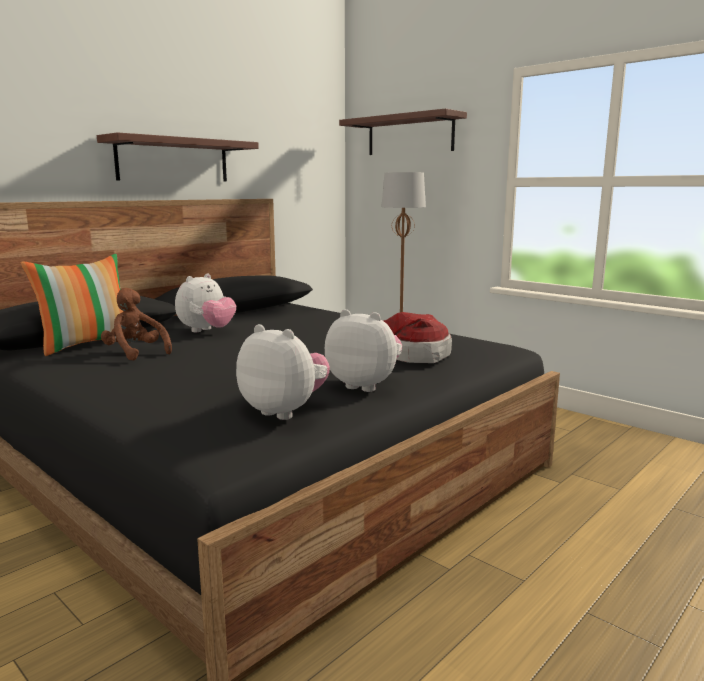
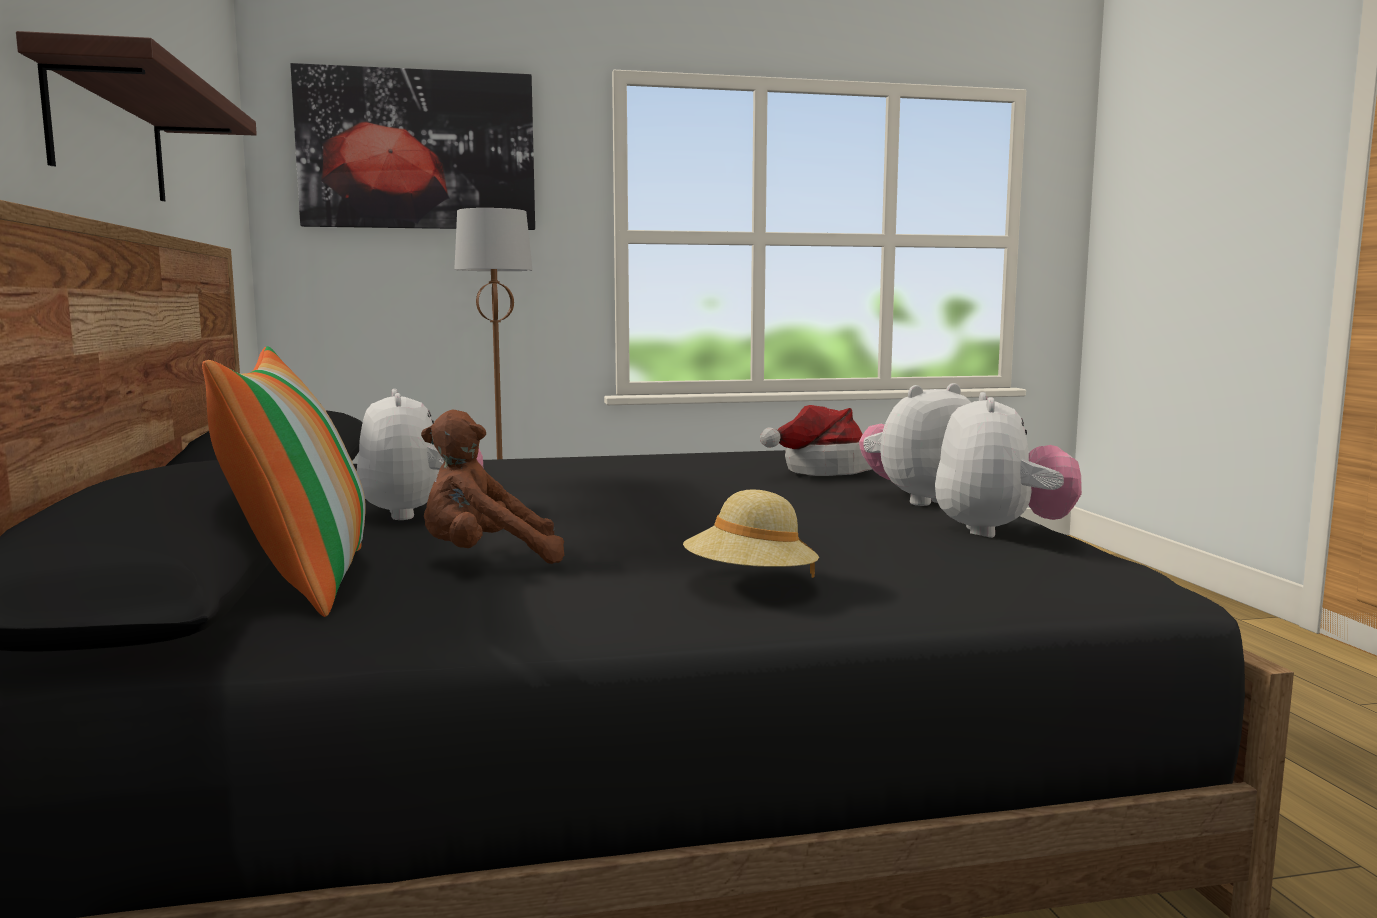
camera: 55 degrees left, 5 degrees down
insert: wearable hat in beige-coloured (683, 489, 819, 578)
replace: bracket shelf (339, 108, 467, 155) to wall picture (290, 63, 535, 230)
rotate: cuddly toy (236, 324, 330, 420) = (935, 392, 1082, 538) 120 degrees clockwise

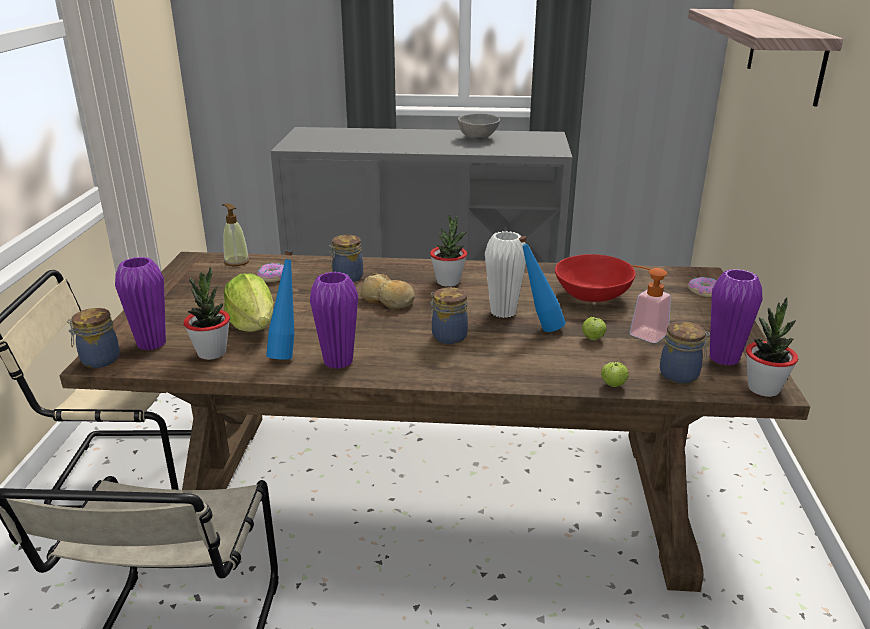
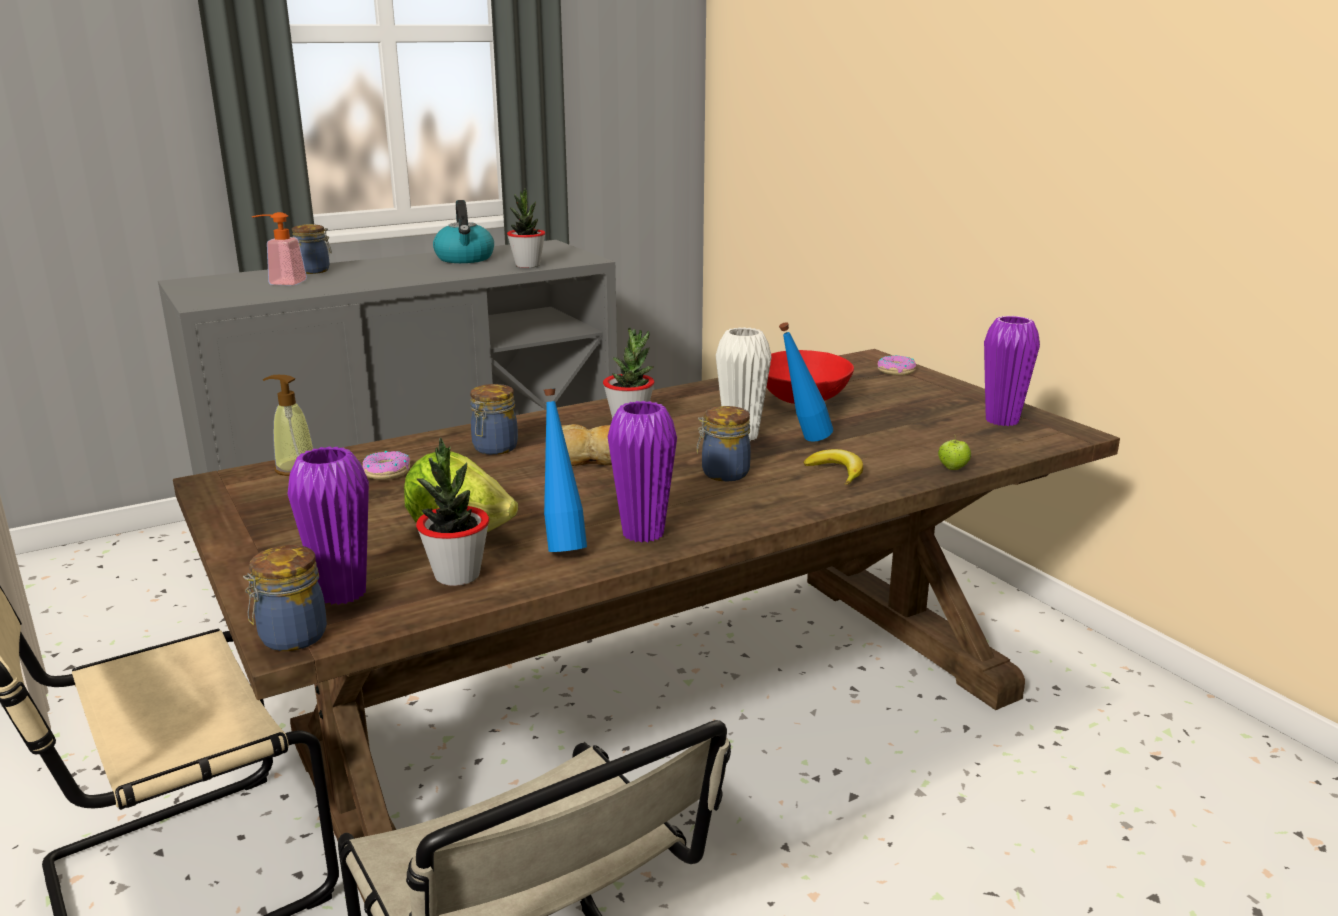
camera: 35 degrees left, 5 degrees down
delete: whole apple (582, 316, 607, 340); bracket shelf (688, 9, 843, 107)
insert: banana fruit (803, 449, 863, 485)
move: soap dispenser (630, 265, 671, 343) to (252, 212, 307, 286); preserve jar (660, 321, 710, 384) to (292, 224, 332, 274); plant in a pot (746, 297, 798, 397) to (507, 188, 545, 268)
replace: serving bowl in greyish (457, 114, 500, 140) to tea kettle (433, 200, 494, 263)

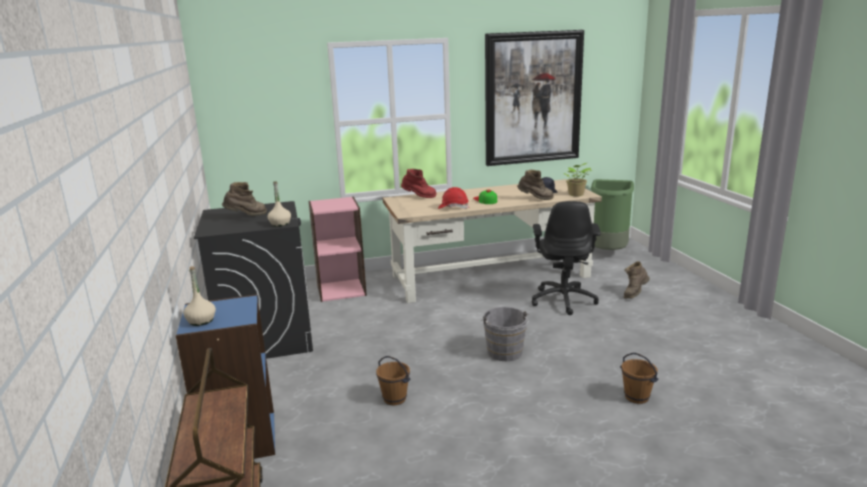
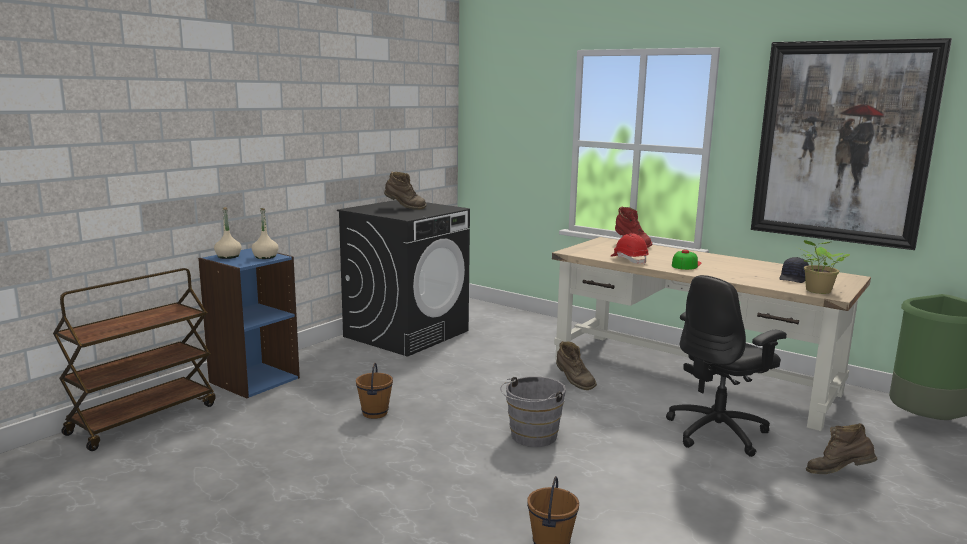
camera: 50 degrees right, 5 degrees down
delete: shelving unit in pink-coloured (309, 197, 367, 302)
move: beverage bottle in beige-coloured (268, 182, 291, 226) to (252, 208, 279, 259); tall boot in brown-coloured (517, 170, 554, 200) to (556, 341, 597, 390)

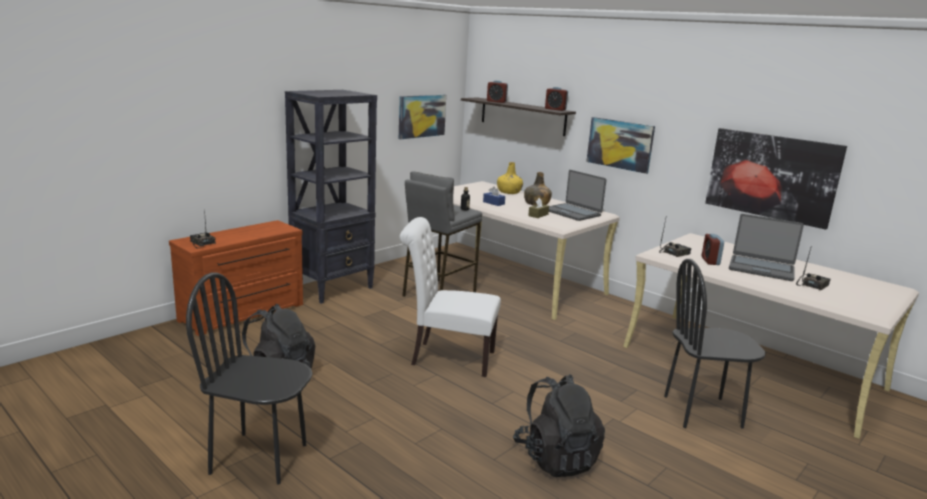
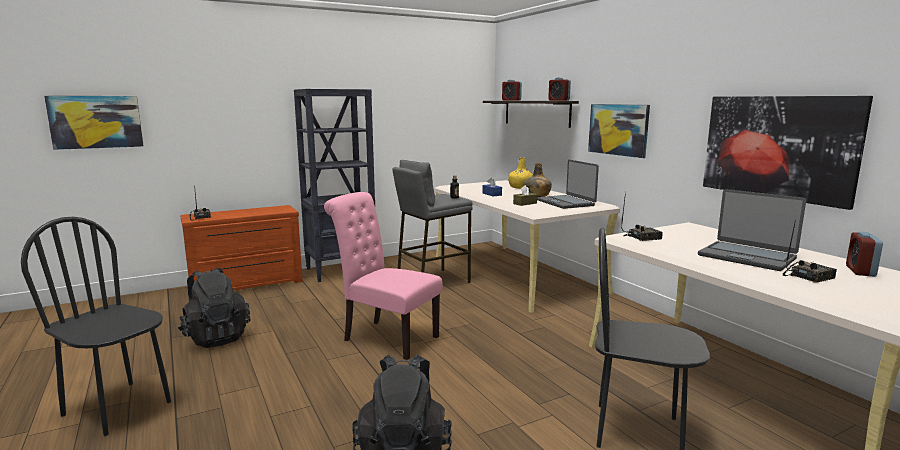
camera: 20 degrees right, 5 degrees down
move: wall picture (399, 95, 446, 139) to (44, 96, 144, 150); bedside clock (702, 234, 724, 265) to (846, 232, 883, 277)
recolor: upright chair in white (400, 217, 501, 377) to upright chair in pink-coloured (324, 192, 443, 360)

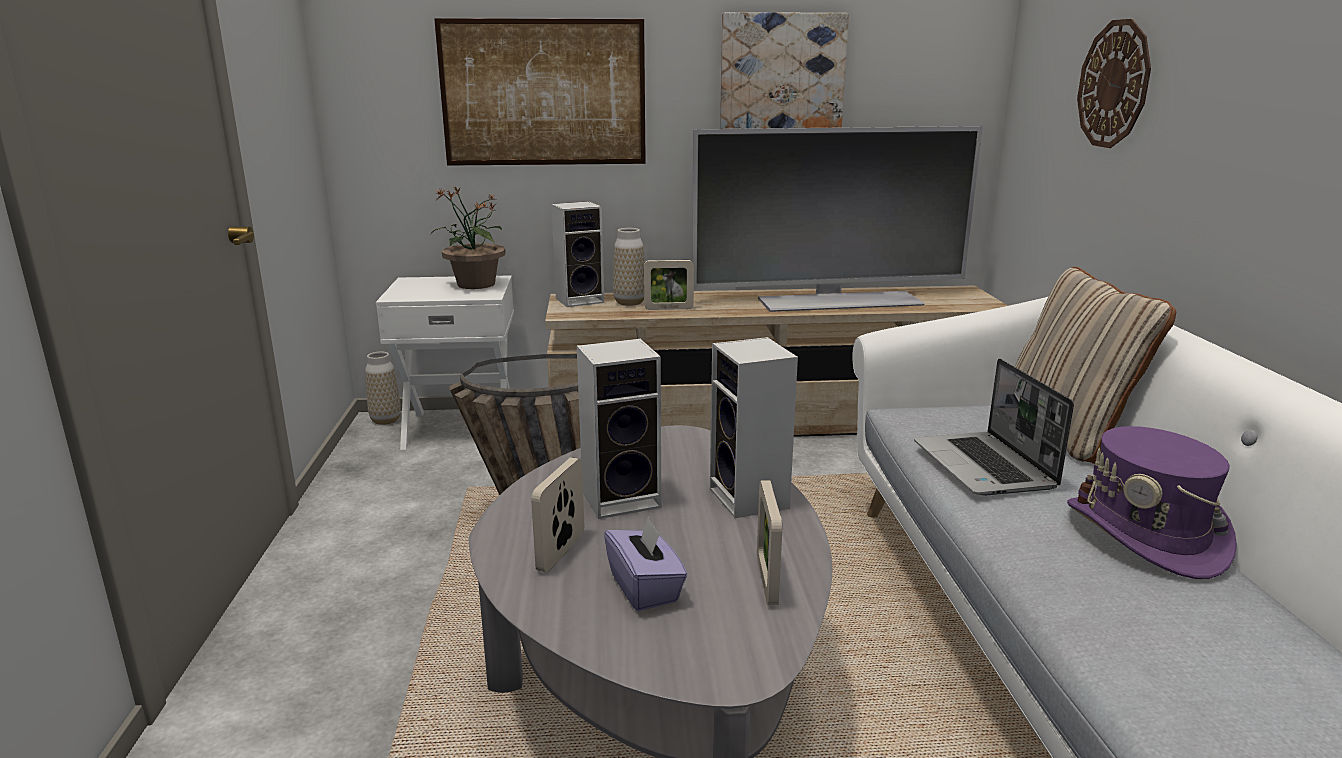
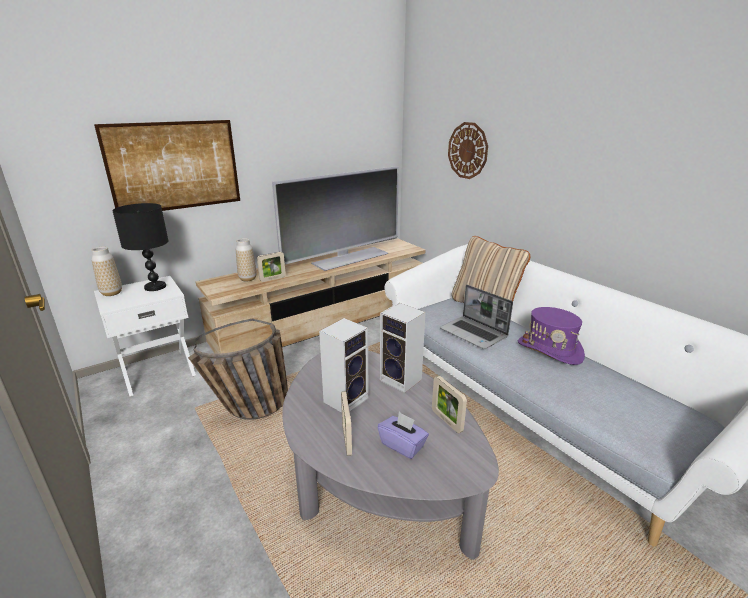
camera: 30 degrees left, 5 degrees up
delete: speaker (551, 201, 604, 307); wall picture (720, 12, 849, 129)
move: vase (365, 352, 401, 425) to (91, 247, 122, 296)
replace: plant in a pot (431, 186, 506, 289) to table lamp in blackish (112, 203, 169, 291)

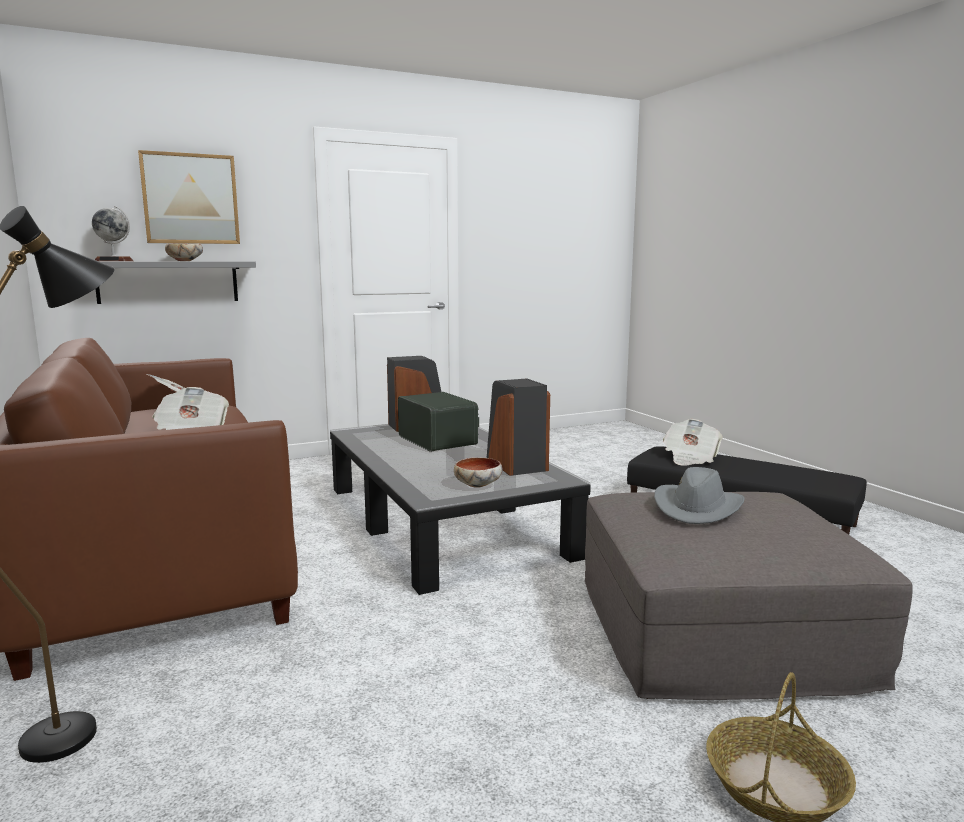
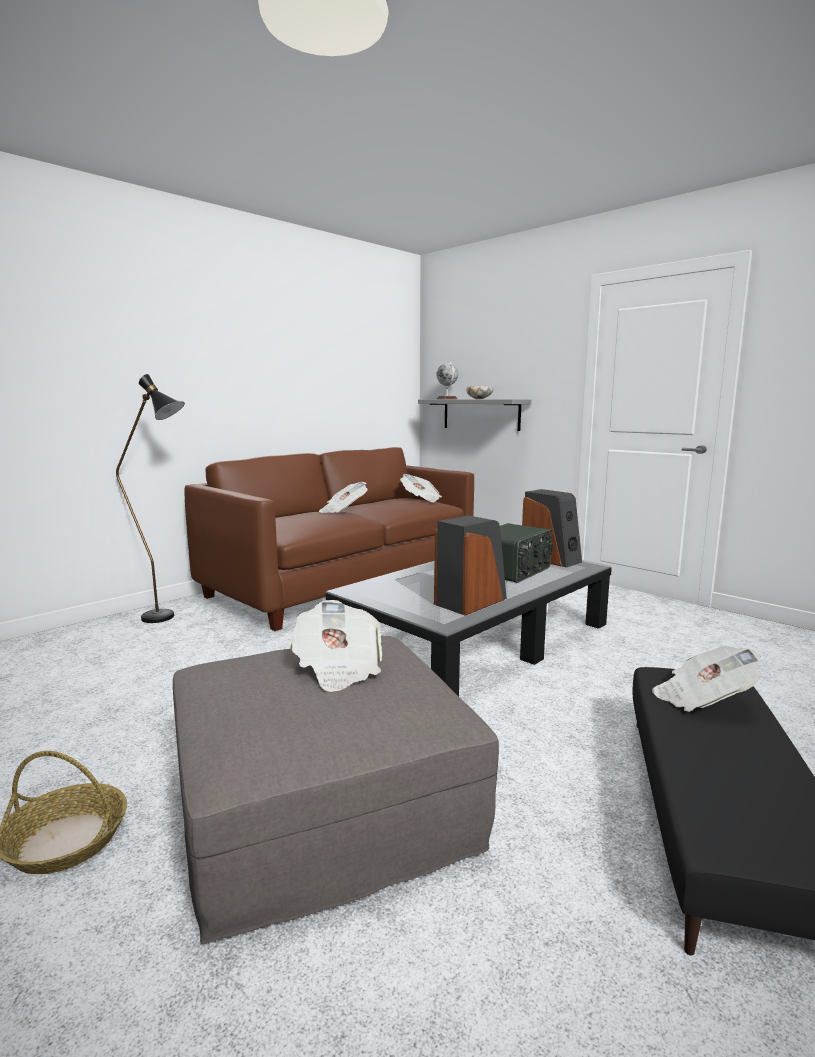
camera: 70 degrees right, 0 degrees up
delete: wall picture (138, 150, 240, 244); serving bowl (454, 457, 503, 488)
replace: wearable hat in greyish (654, 467, 745, 524) to daily paper (290, 600, 382, 692)

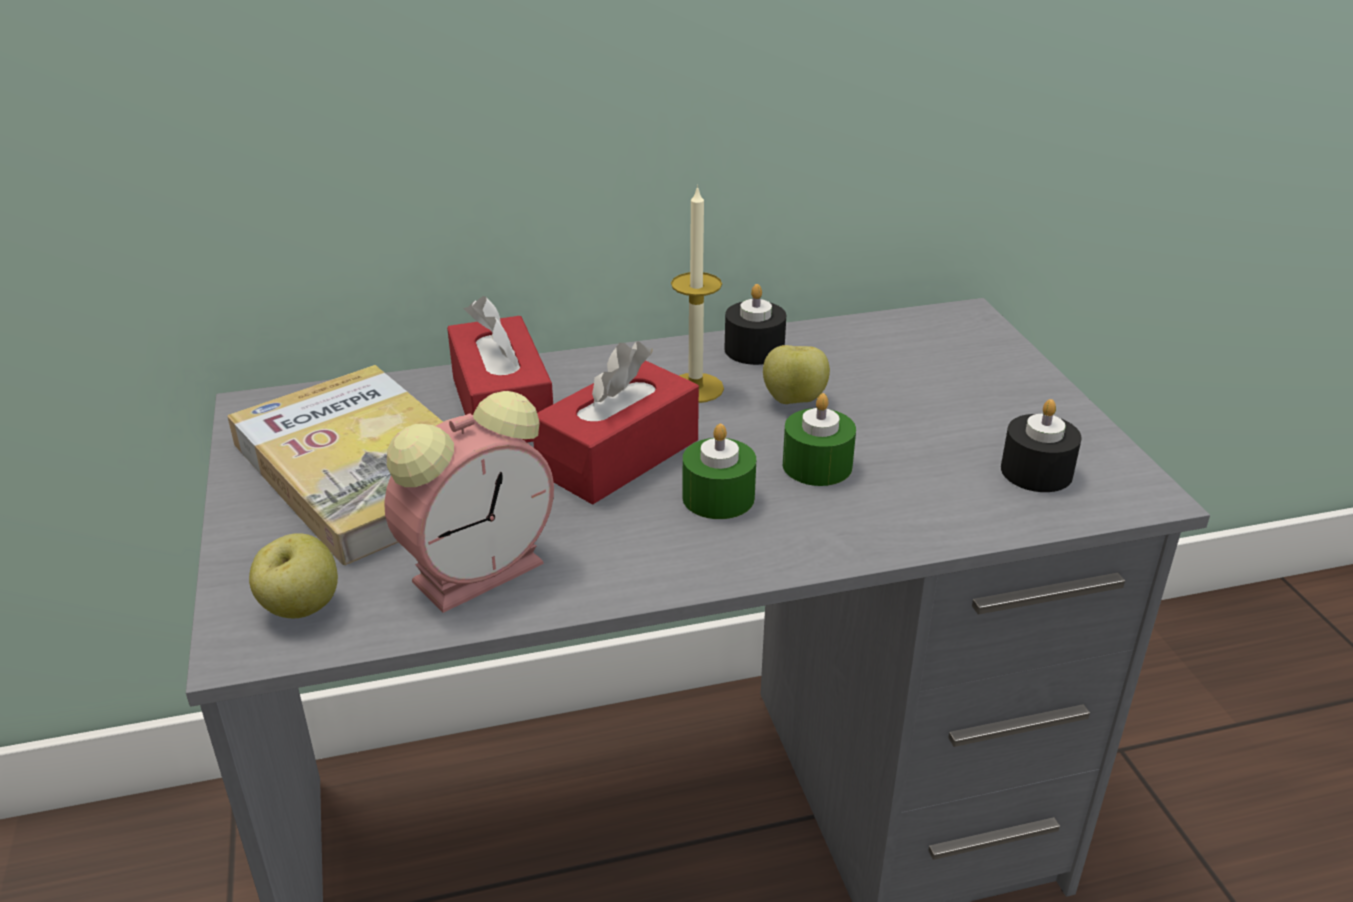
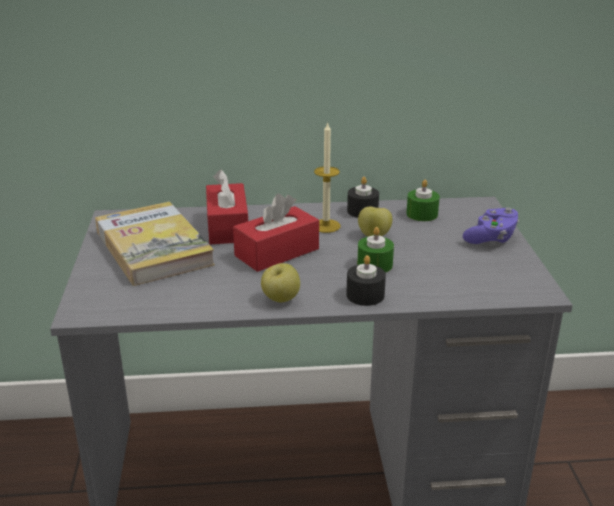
camera: 10 degrees right, 5 degrees down
delete: bedside clock (384, 391, 554, 613)
insert: joypad in purplish (463, 207, 519, 244)
move: whole apple (249, 533, 338, 618) to (261, 263, 300, 302); candle in blackish (1001, 399, 1082, 492) to (346, 255, 386, 306); candle in green-coloured (683, 424, 756, 519) to (406, 180, 440, 221)

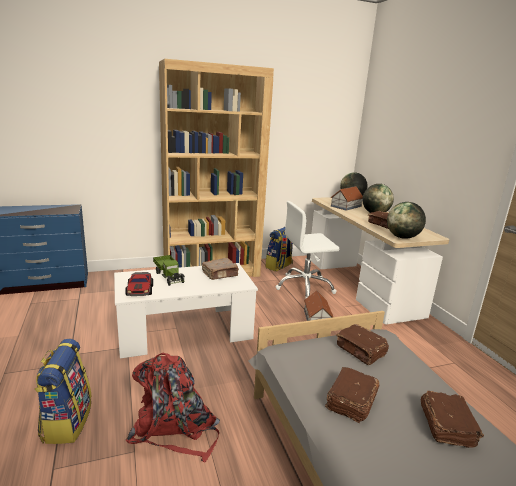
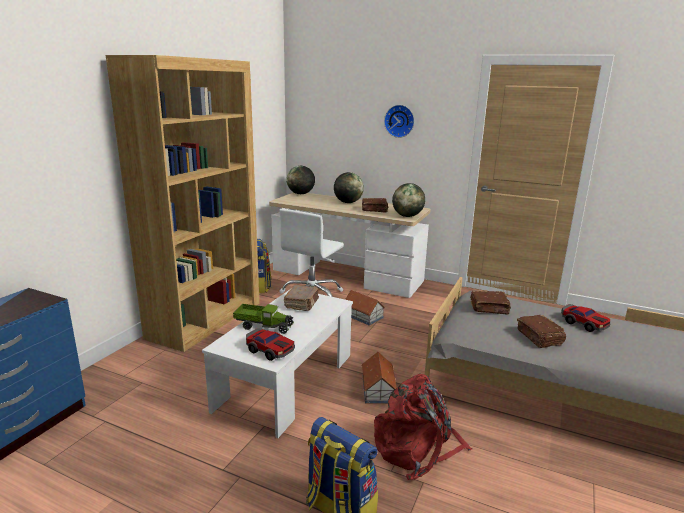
camera: 45 degrees left, 0 degrees up
insert: clock on the wall (384, 105, 414, 138)
move: model house (331, 186, 363, 211) to (361, 352, 397, 404)
replace: bound book in brown-coloured (420, 391, 484, 448) to toy car (561, 304, 610, 332)

